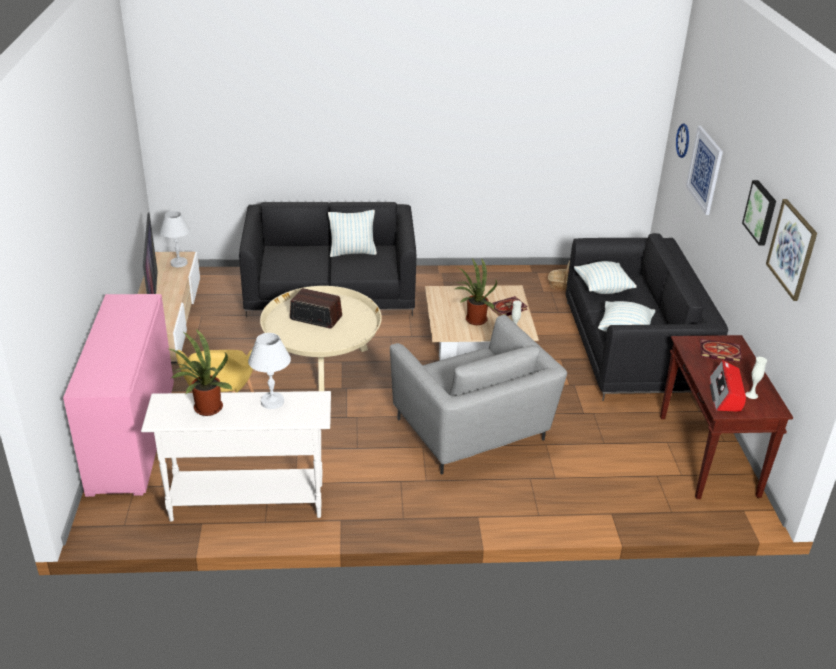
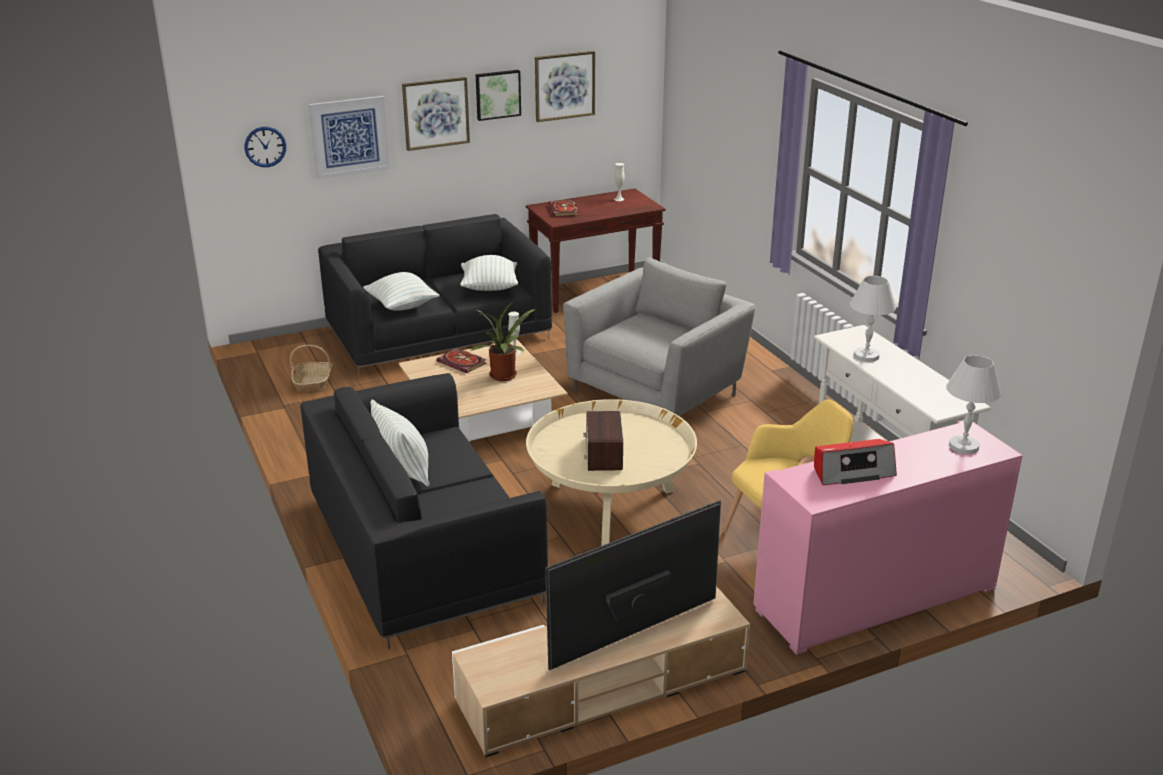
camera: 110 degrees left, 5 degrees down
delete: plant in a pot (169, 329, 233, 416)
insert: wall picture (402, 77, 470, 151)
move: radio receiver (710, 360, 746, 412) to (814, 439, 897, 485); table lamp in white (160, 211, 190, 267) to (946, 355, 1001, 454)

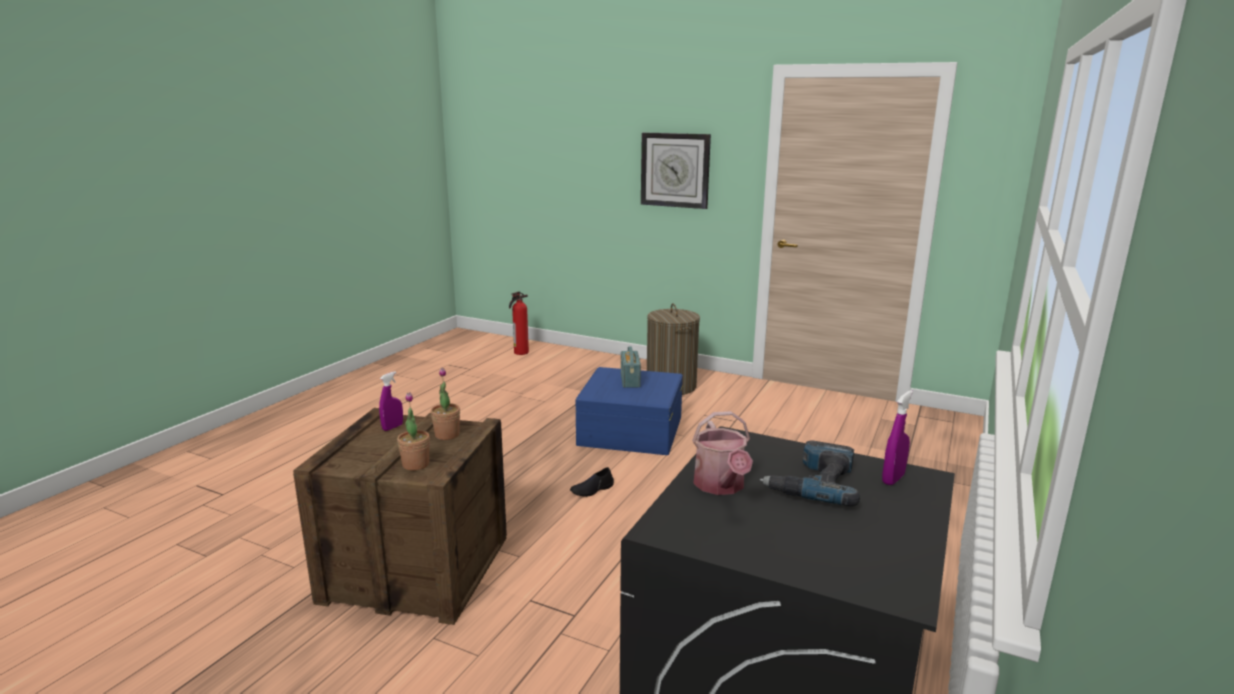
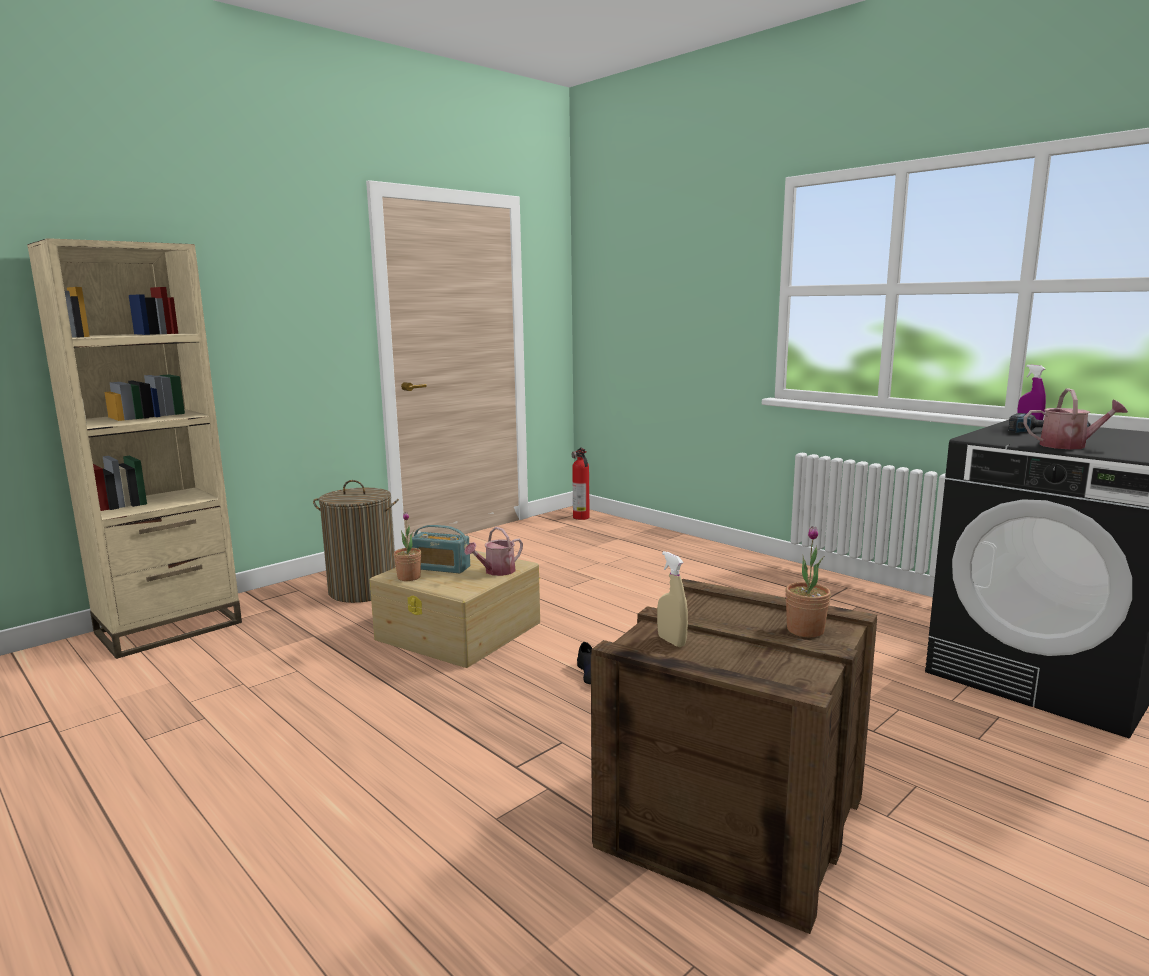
camera: 70 degrees left, 5 degrees down
delete: clock on the wall (641, 132, 711, 209)
insert: shelving unit in beige-coloured (27, 238, 242, 659); sprinkling can (464, 527, 523, 576)
move: plant in a pot (431, 368, 460, 440) to (394, 512, 421, 581); fire extinguisher (509, 292, 529, 355) to (571, 448, 590, 520)
recolor: storage container in bluish (575, 367, 683, 455) to storage container in beige-coloured (370, 551, 540, 668); spray bottle in purplish (379, 371, 403, 431) to spray bottle in beige-coloured (657, 551, 688, 647)

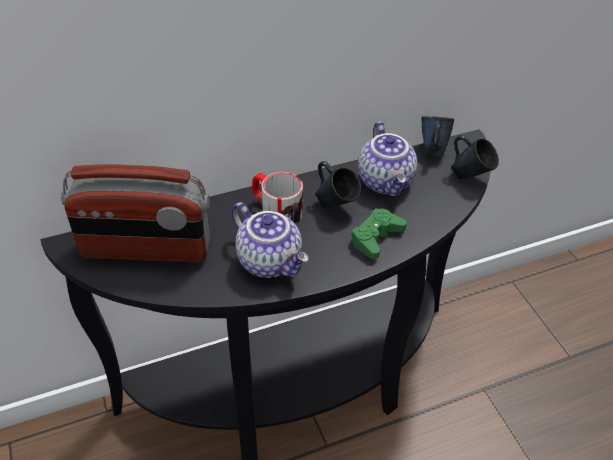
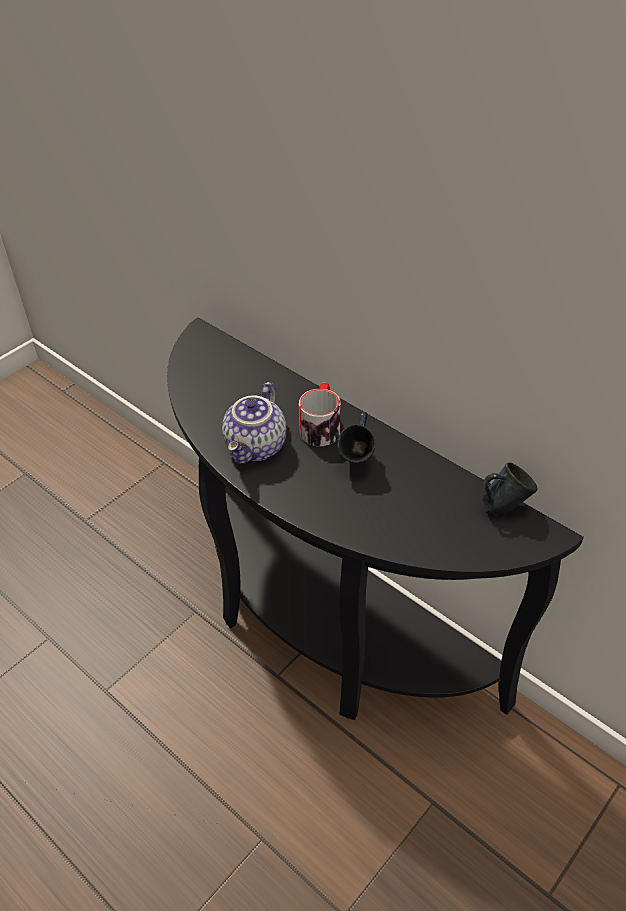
camera: 65 degrees right, 0 degrees up
delete: radio receiver (61, 164, 210, 263); joypad in green-coloured (350, 208, 407, 259); tea pot (358, 121, 417, 197); tea mug in bluish (451, 135, 499, 179)

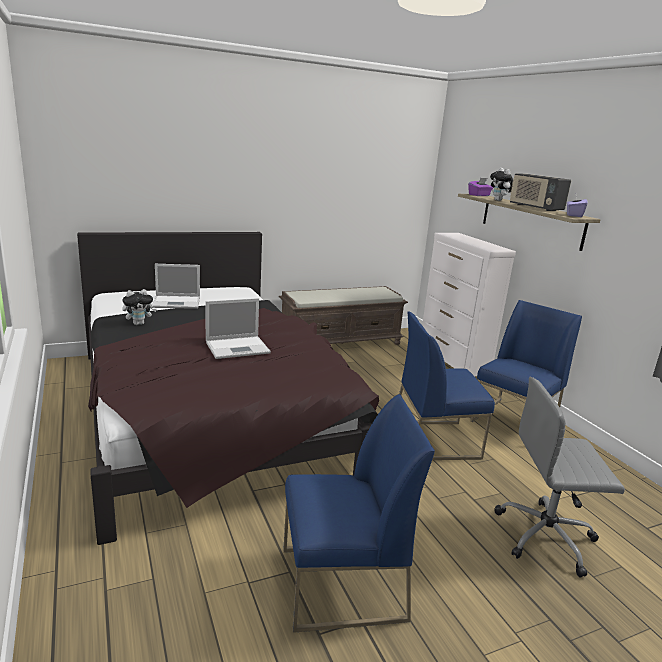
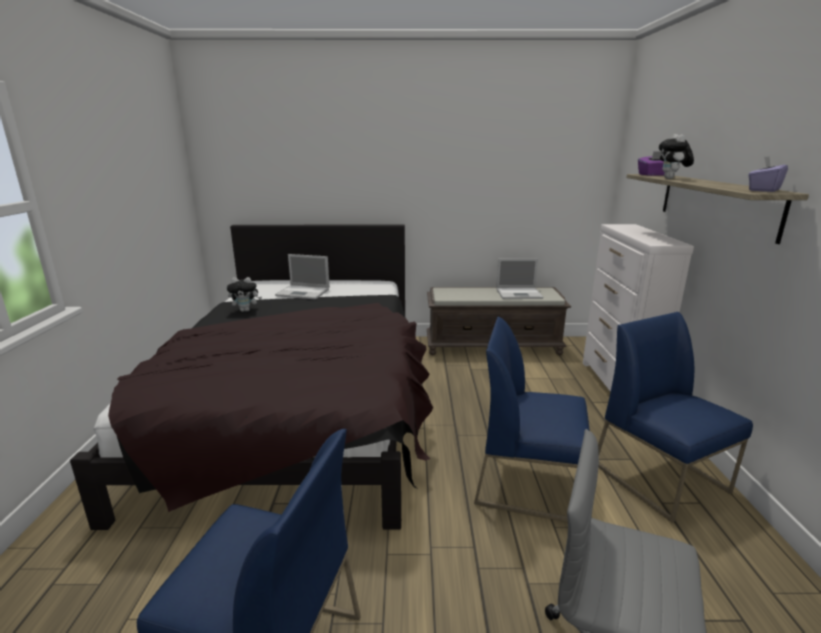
camera: 25 degrees right, 0 degrees up
delete: radio receiver (510, 173, 571, 211)
move: notebook computer (205, 298, 271, 359) to (496, 259, 543, 299)
rotate: upright chair in bluish (470, 300, 582, 422) = (598, 312, 753, 523) 90 degrees counterclockwise

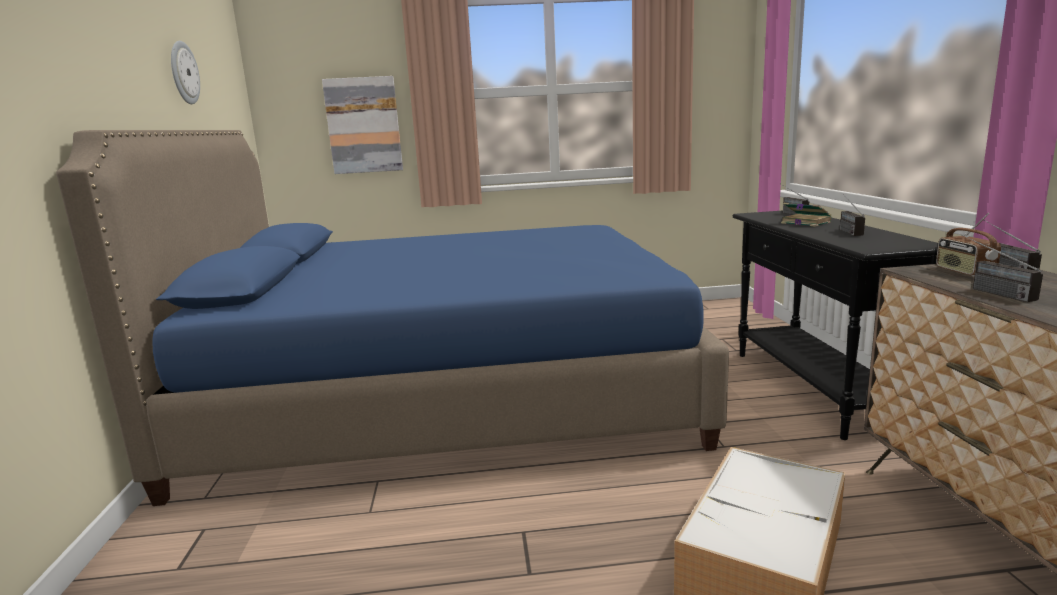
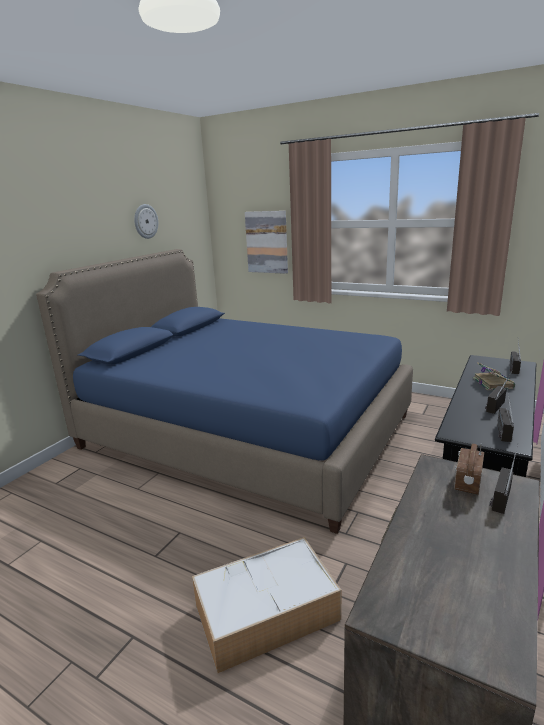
camera: 35 degrees right, 5 degrees up
move: radio receiver (961, 235, 1043, 302) to (497, 388, 514, 442)

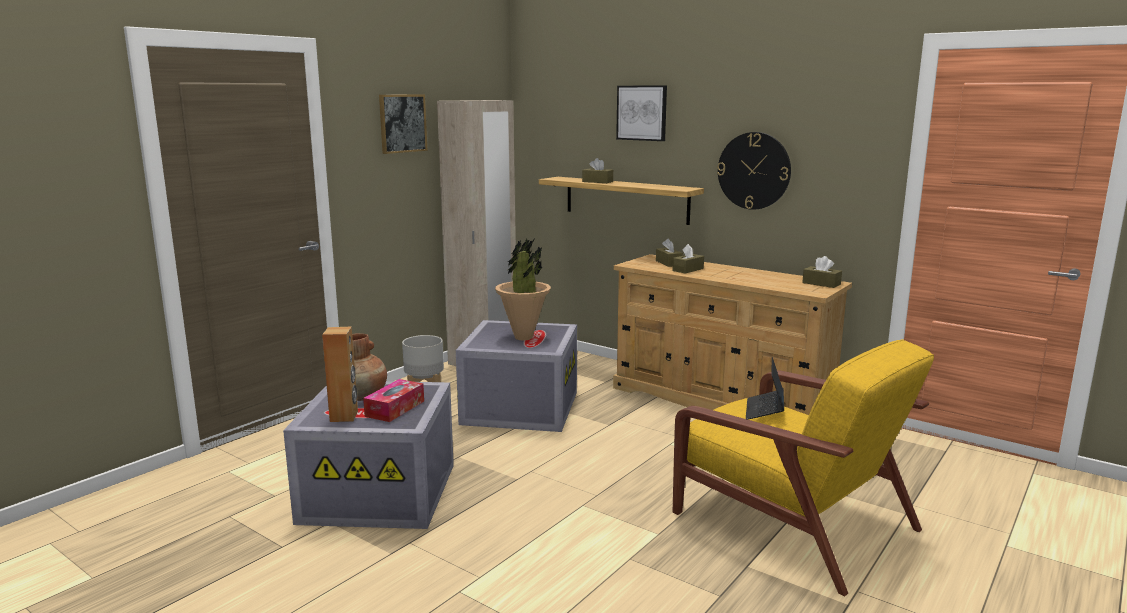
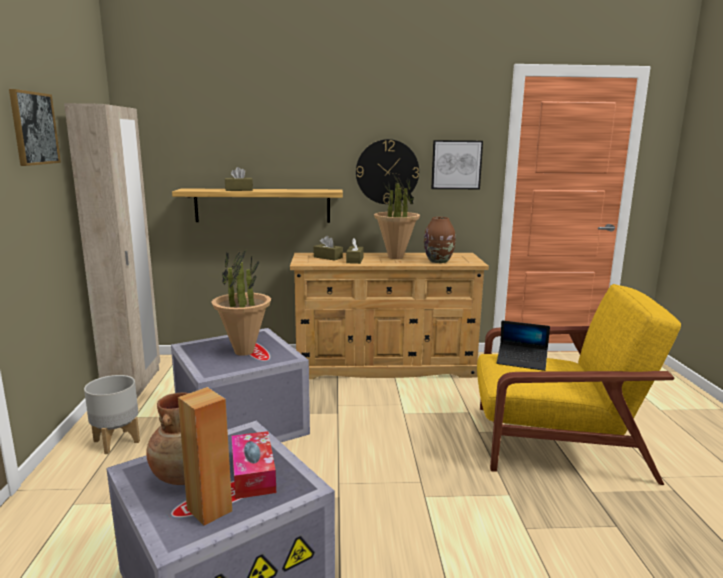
camera: 40 degrees left, 0 degrees up
delete: box of tissues in brown-coloured (802, 256, 842, 288)
insert: plant in a pot (374, 174, 420, 259); vase in brown-coloured (424, 217, 456, 263)
move: wall picture (616, 85, 667, 141) to (431, 140, 483, 189)
rotate: notebook computer (746, 357, 784, 420) = (497, 320, 550, 371) 45 degrees counterclockwise

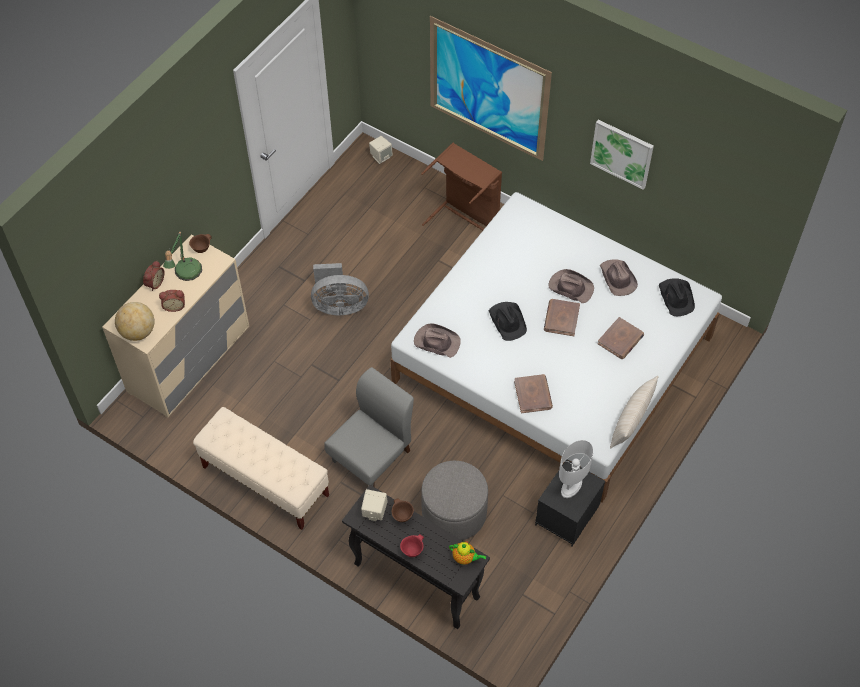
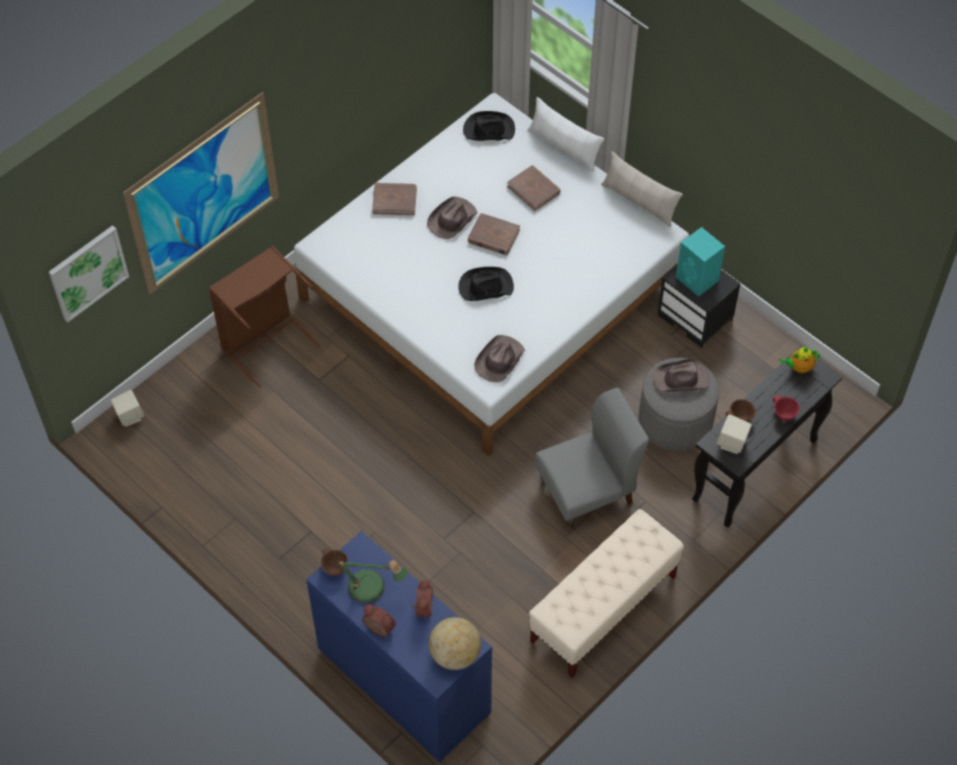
camera: 80 degrees left, 0 degrees up
delete: cooling fan in greyish (311, 263, 369, 315)
insert: pillow in white (528, 97, 604, 172)
move: wall picture (590, 120, 654, 190) to (49, 225, 129, 322); bound book in brown-coloured (514, 374, 553, 413) to (372, 183, 417, 215); wearable hat in brown-coloured (600, 259, 638, 296) to (653, 359, 709, 392)
replace: table lamp in white (559, 440, 593, 498) to speaker in turquoise (676, 227, 725, 297)
recolor: chest of drawers in beige-coloured (102, 234, 249, 418) to chest of drawers in bluish (306, 531, 492, 762)
rotate: upright chair in greyish (324, 367, 414, 487) = (535, 388, 649, 528) 105 degrees clockwise; tea pot (449, 541, 486, 565) = (779, 347, 820, 373) 135 degrees counterclockwise

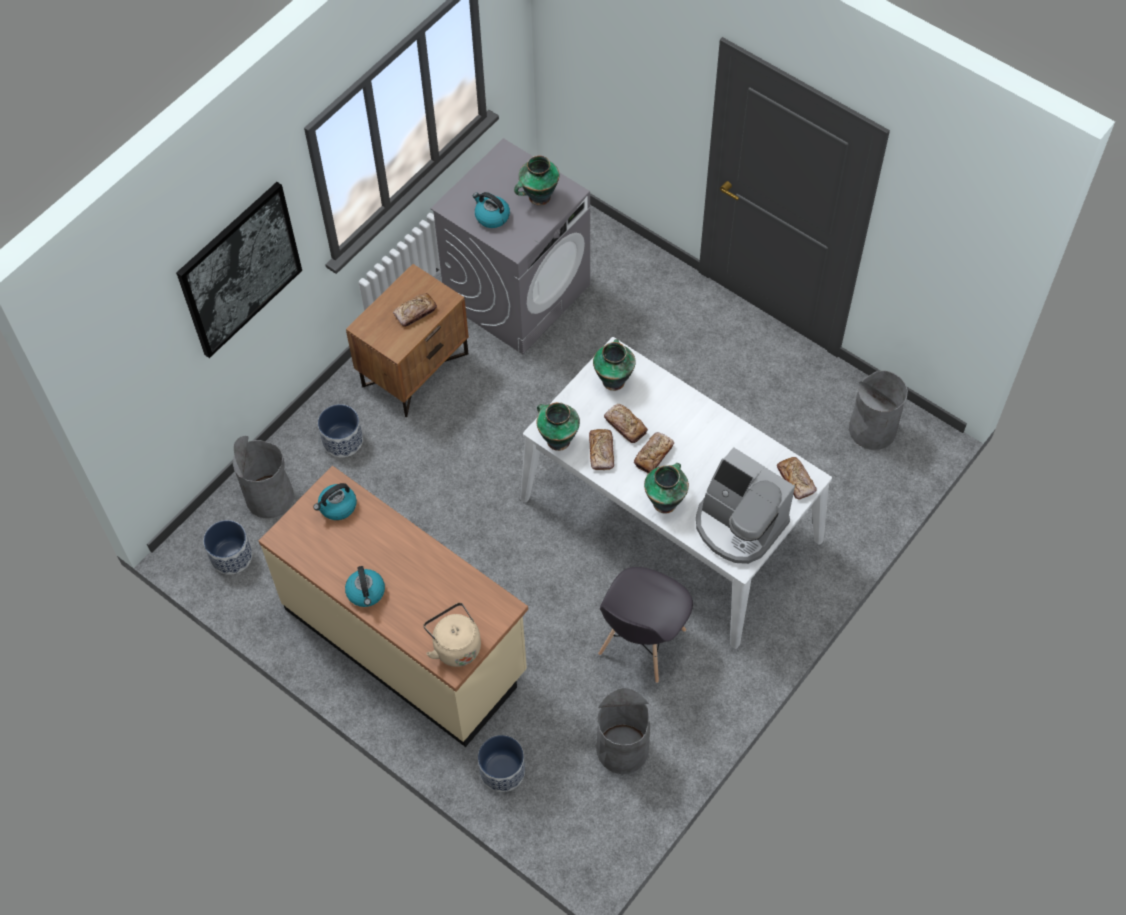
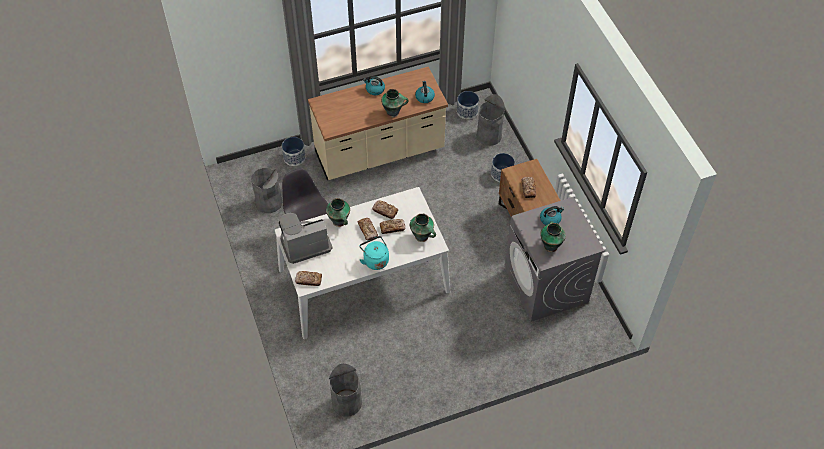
camera: 120 degrees right, 5 degrees down
delete: wall picture (176, 182, 302, 358); tea kettle in beige-coloured (424, 603, 481, 667)
insert: tea kettle in turquoise (359, 236, 389, 270)
move: vase (536, 402, 580, 451) to (381, 89, 409, 117)

